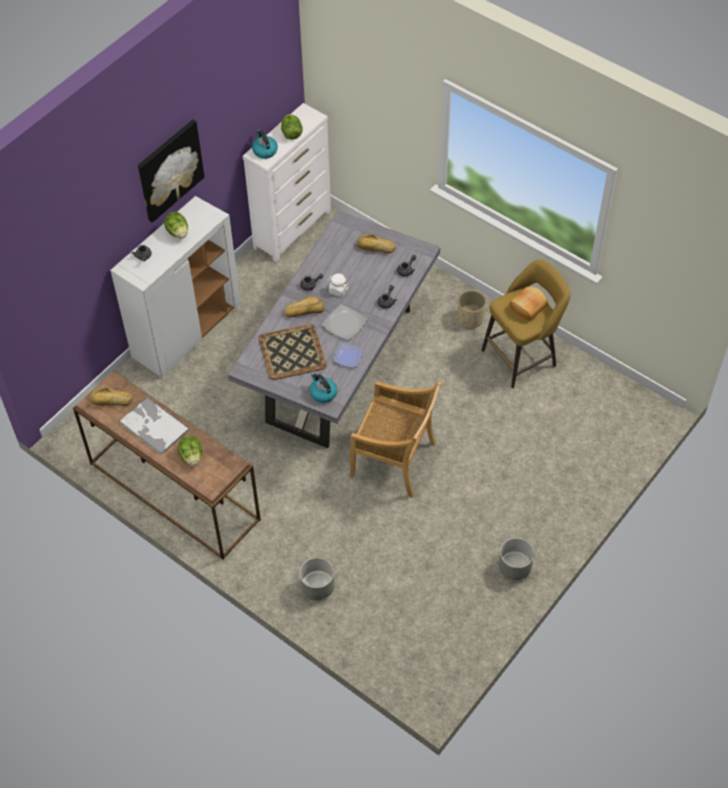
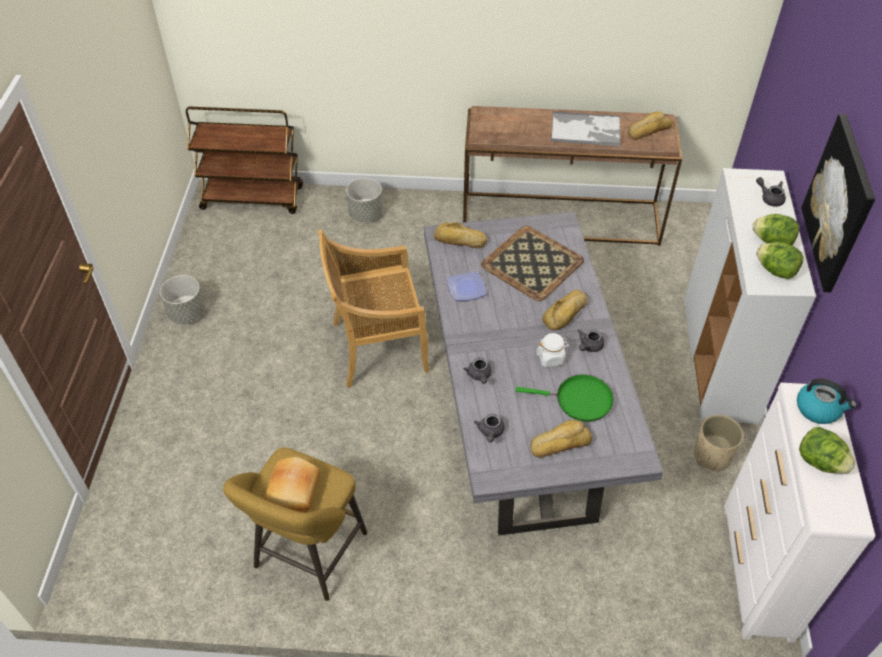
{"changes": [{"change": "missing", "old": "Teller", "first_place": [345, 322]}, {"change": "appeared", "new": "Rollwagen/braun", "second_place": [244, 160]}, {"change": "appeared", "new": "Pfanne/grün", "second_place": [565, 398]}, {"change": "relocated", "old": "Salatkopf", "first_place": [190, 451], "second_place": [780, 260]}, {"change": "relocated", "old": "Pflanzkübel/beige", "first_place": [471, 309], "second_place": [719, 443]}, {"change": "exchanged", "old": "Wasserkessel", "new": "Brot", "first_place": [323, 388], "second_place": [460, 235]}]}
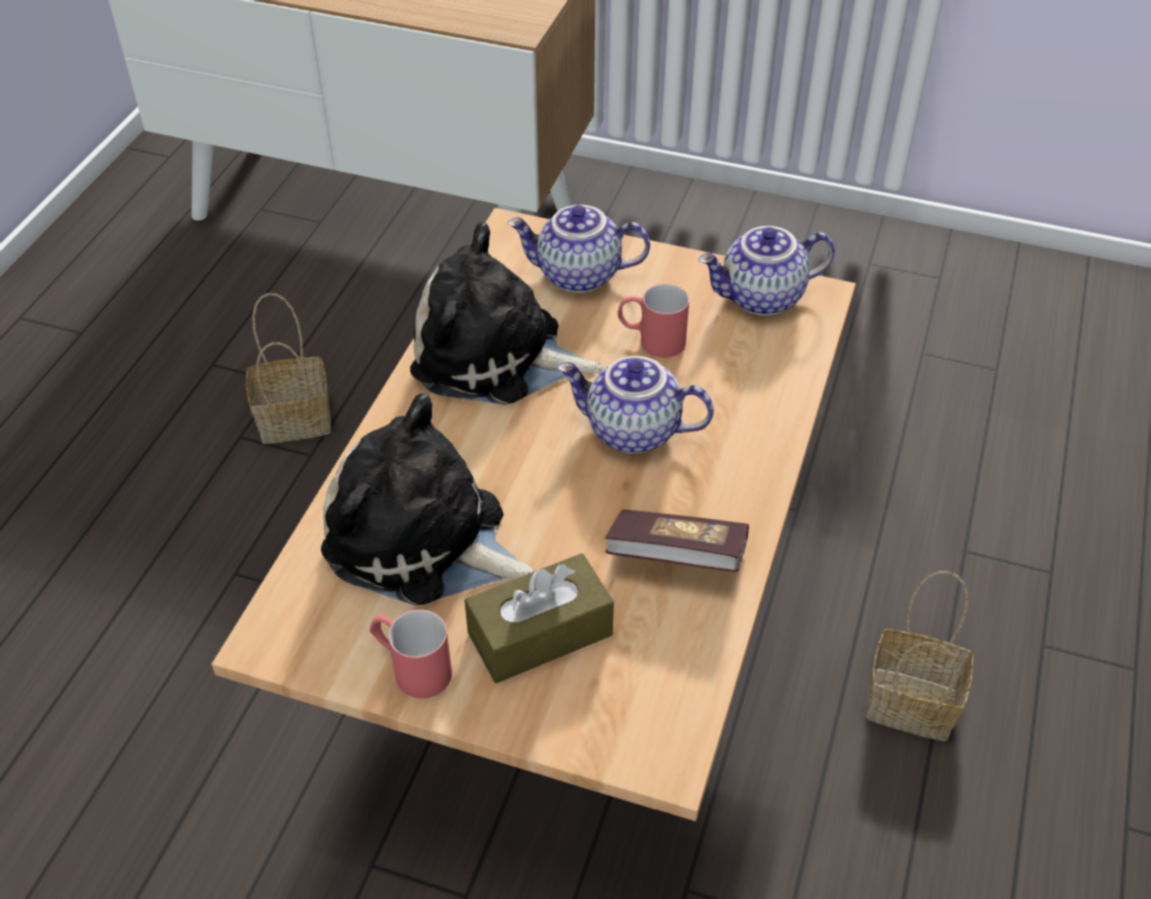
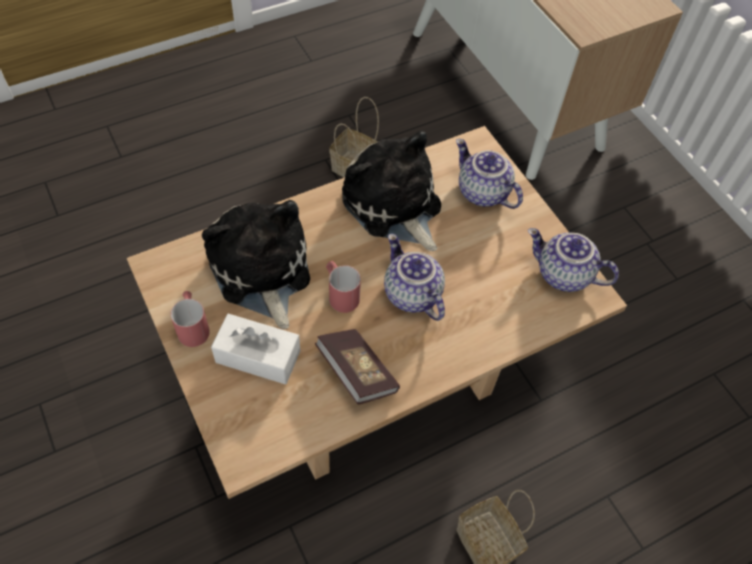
{"changes": [{"change": "relocated", "old": "Henkelbecher/rot", "first_place": [653, 321], "second_place": [343, 287]}, {"change": "colour", "old": "Taschentuchbox/braun", "new": "Taschentuchbox/weiß", "first_place": [539, 618], "second_place": [255, 349]}]}
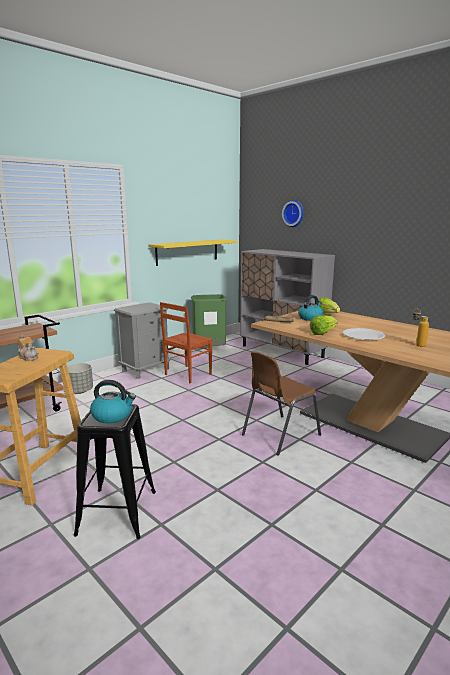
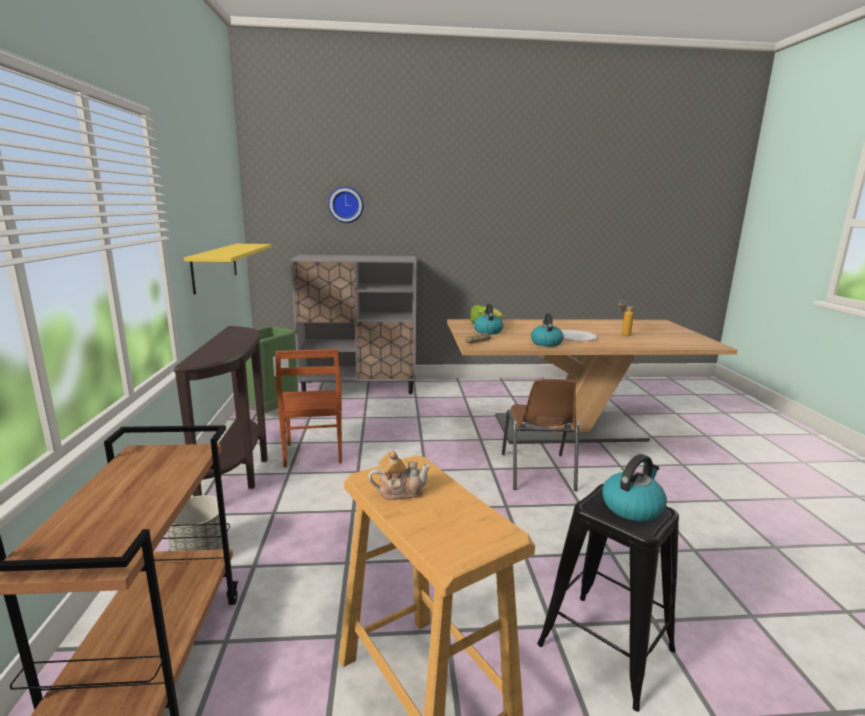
{"changes": [{"change": "exchanged", "old": "Nachttisch/grau", "new": "Konsolentisch/braun", "first_place": [142, 340], "second_place": [221, 411]}, {"change": "exchanged", "old": "Salatkopf", "new": "Wasserkessel", "first_place": [324, 325], "second_place": [547, 330]}]}
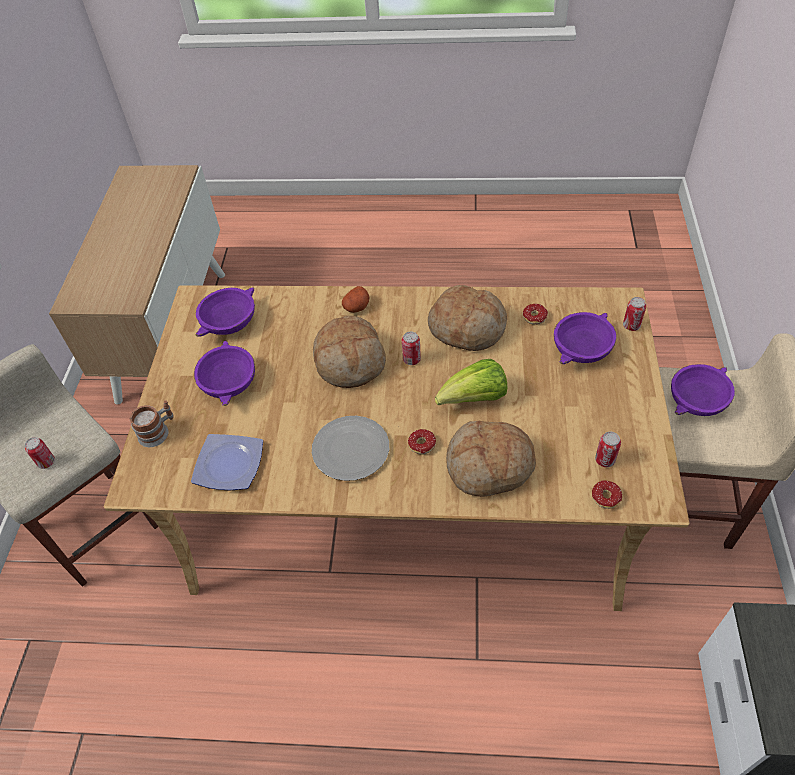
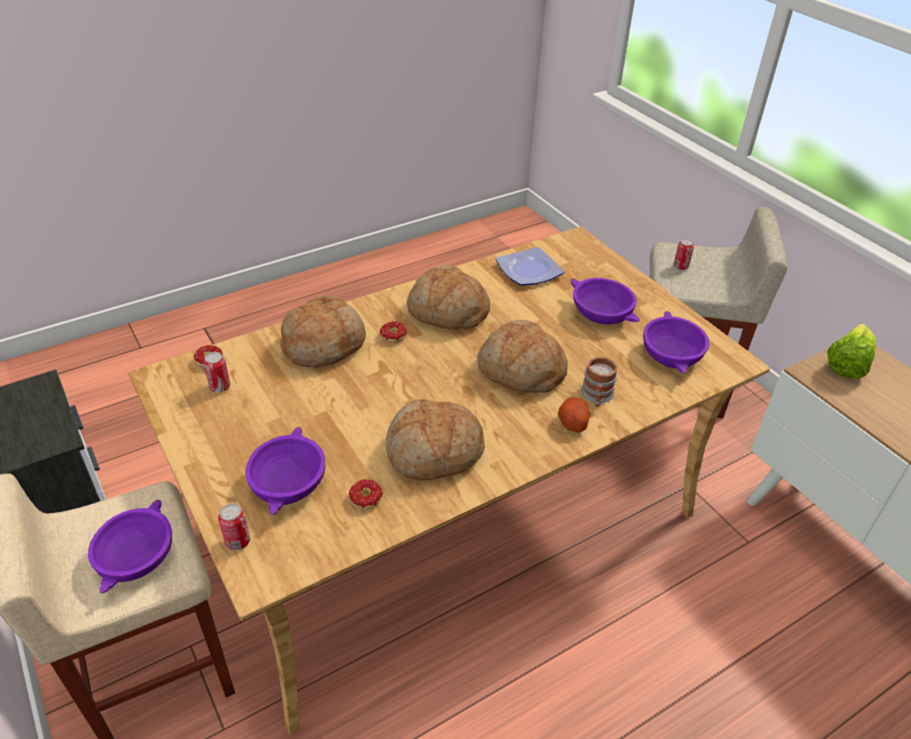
{"changes": [{"change": "missing", "old": "Dose", "first_place": [411, 348]}, {"change": "relocated", "old": "Henkelbecher", "first_place": [152, 423], "second_place": [599, 382]}, {"change": "relocated", "old": "Salatkopf", "first_place": [471, 382], "second_place": [852, 351]}, {"change": "exchanged", "old": "Teller", "new": "Brot", "first_place": [350, 448], "second_place": [448, 297]}]}
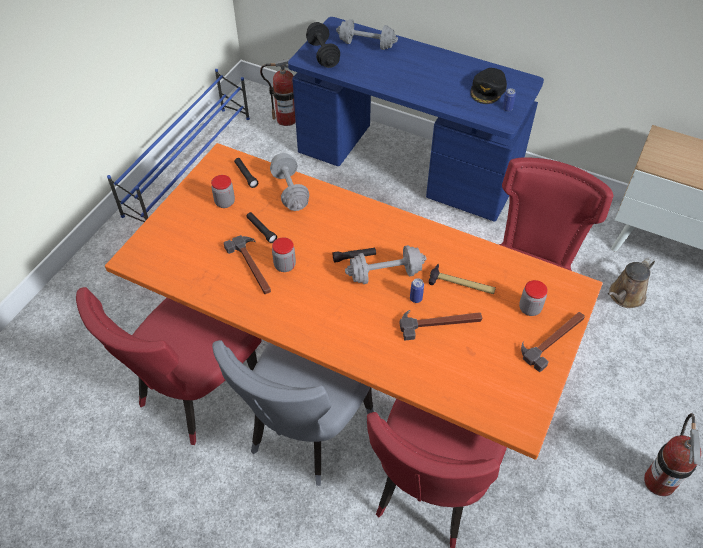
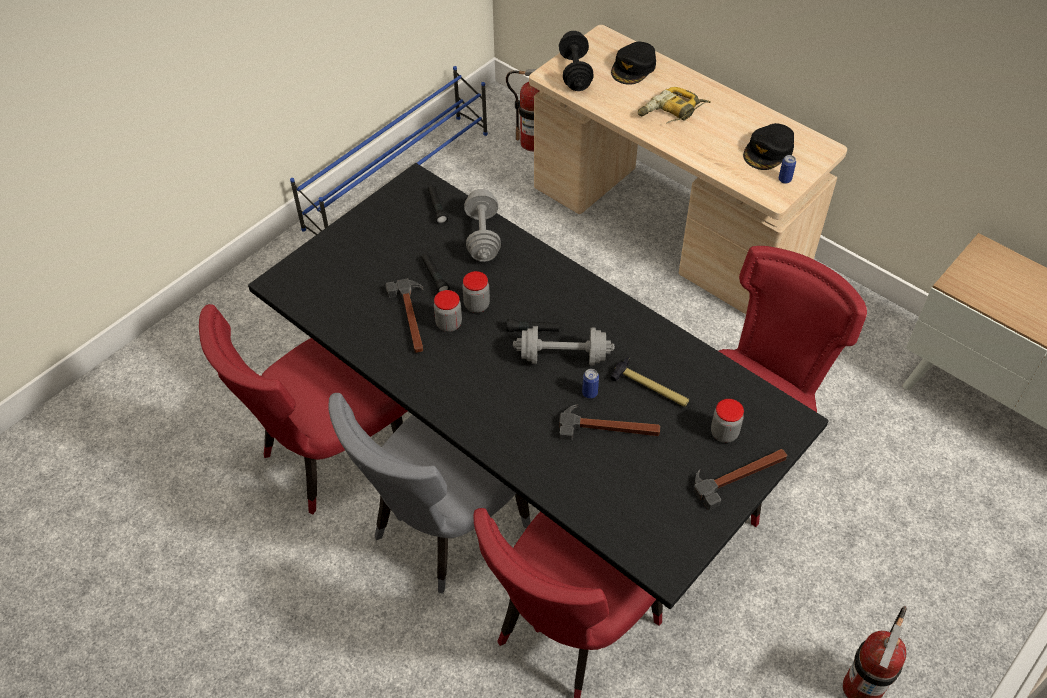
{"changes": [{"change": "missing", "old": "Gießkanne/braun", "first_place": [631, 282]}, {"change": "appeared", "new": "Bohrmaschine", "second_place": [674, 105]}, {"change": "relocated", "old": "Vorratsglas", "first_place": [223, 191], "second_place": [476, 292]}, {"change": "exchanged", "old": "Hantel/grau", "new": "Kappe/schwarz", "first_place": [367, 34], "second_place": [633, 63]}, {"change": "colour", "old": "Esstisch/orange", "new": "Esstisch/schwarz", "first_place": [354, 301], "second_place": [538, 386]}, {"change": "colour", "old": "Schreibtisch/blau", "new": "Schreibtisch/beige", "first_place": [416, 119], "second_place": [688, 169]}]}
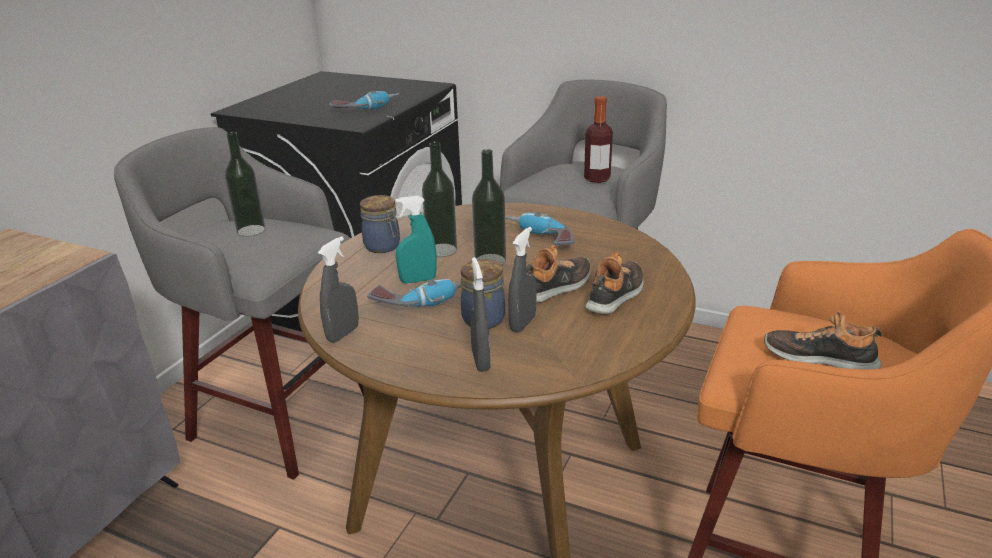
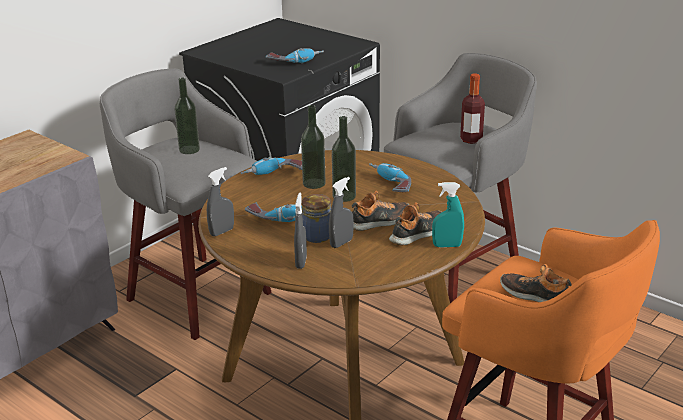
{"changes": [{"change": "relocated", "old": "Sprühflasche/türkis", "first_place": [416, 240], "second_place": [448, 214]}, {"change": "exchanged", "old": "Vorratsglas", "new": "Bohrmaschine", "first_place": [380, 224], "second_place": [271, 166]}]}
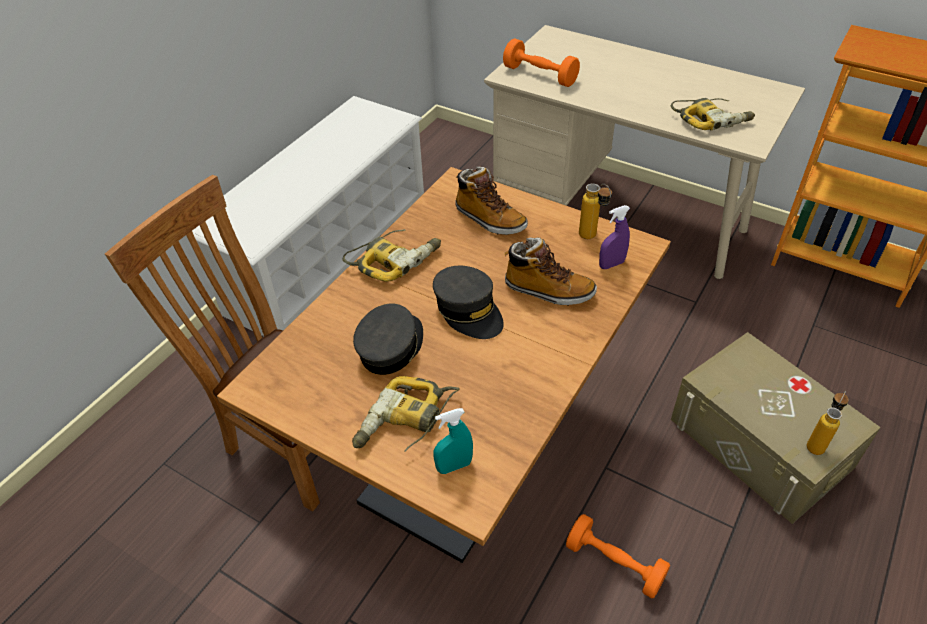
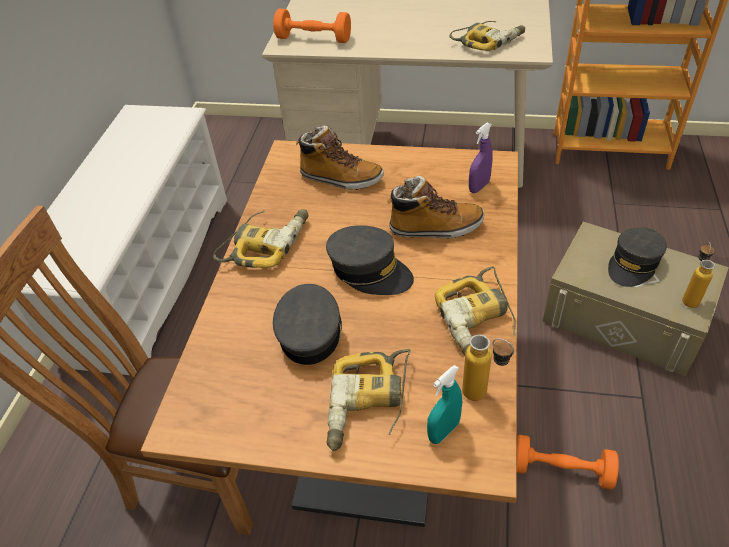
{"changes": [{"change": "appeared", "new": "Bohrmaschine", "second_place": [475, 311]}, {"change": "appeared", "new": "Kappe/grau", "second_place": [637, 257]}, {"change": "relocated", "old": "Flasche", "first_place": [595, 211], "second_place": [488, 367]}]}
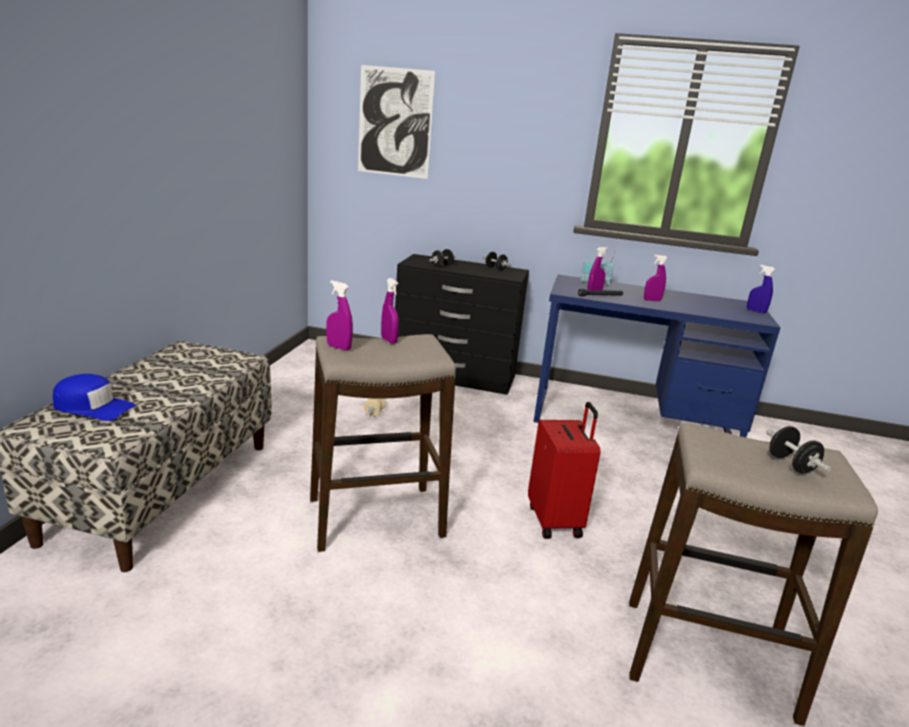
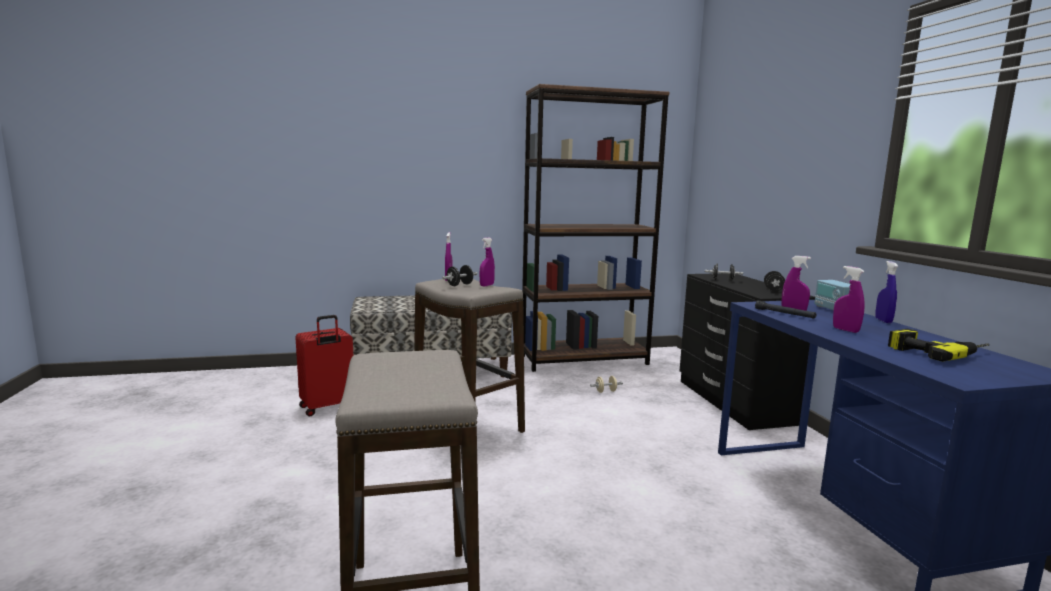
{"changes": [{"change": "missing", "old": "Kappe/blau", "first_place": [94, 397]}, {"change": "missing", "old": "Bild", "first_place": [396, 122]}, {"change": "appeared", "new": "Bücherregal/braun", "second_place": [595, 228]}, {"change": "appeared", "new": "Bohrmaschine", "second_place": [938, 345]}, {"change": "relocated", "old": "Koffer/rot", "first_place": [564, 470], "second_place": [324, 365]}, {"change": "relocated", "old": "Sprühflasche/blau", "first_place": [761, 289], "second_place": [886, 292]}, {"change": "relocated", "old": "Hantel/schwarz", "first_place": [798, 449], "second_place": [459, 275]}]}
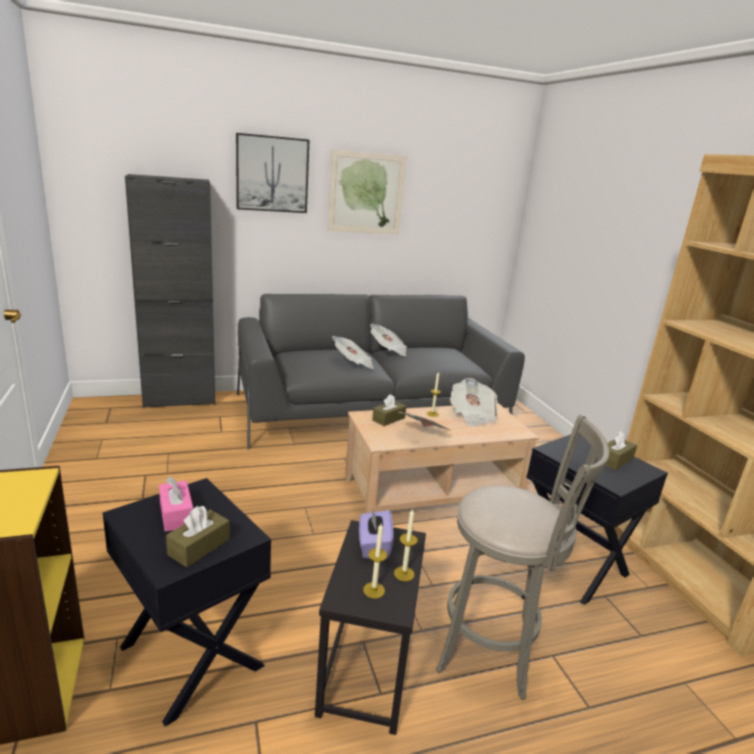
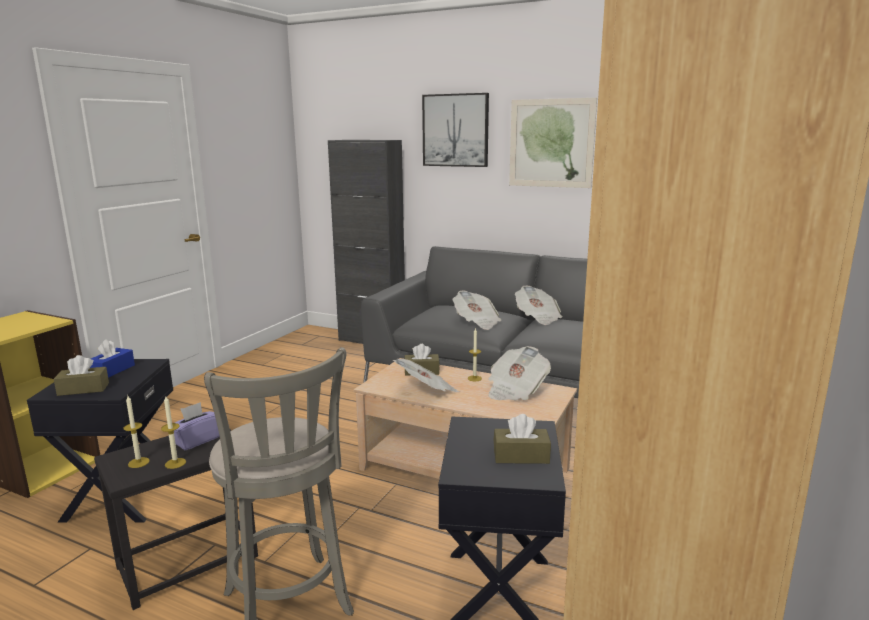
{"changes": [{"change": "colour", "old": "Taschentuchbox/rosa", "new": "Taschentuchbox/blau", "first_place": [176, 504], "second_place": [112, 358]}]}
